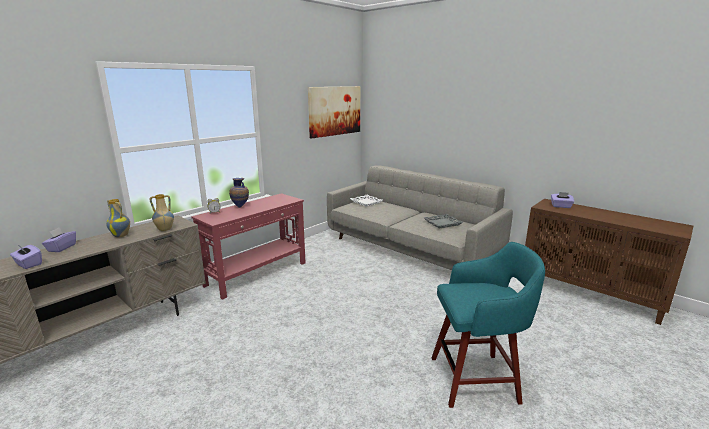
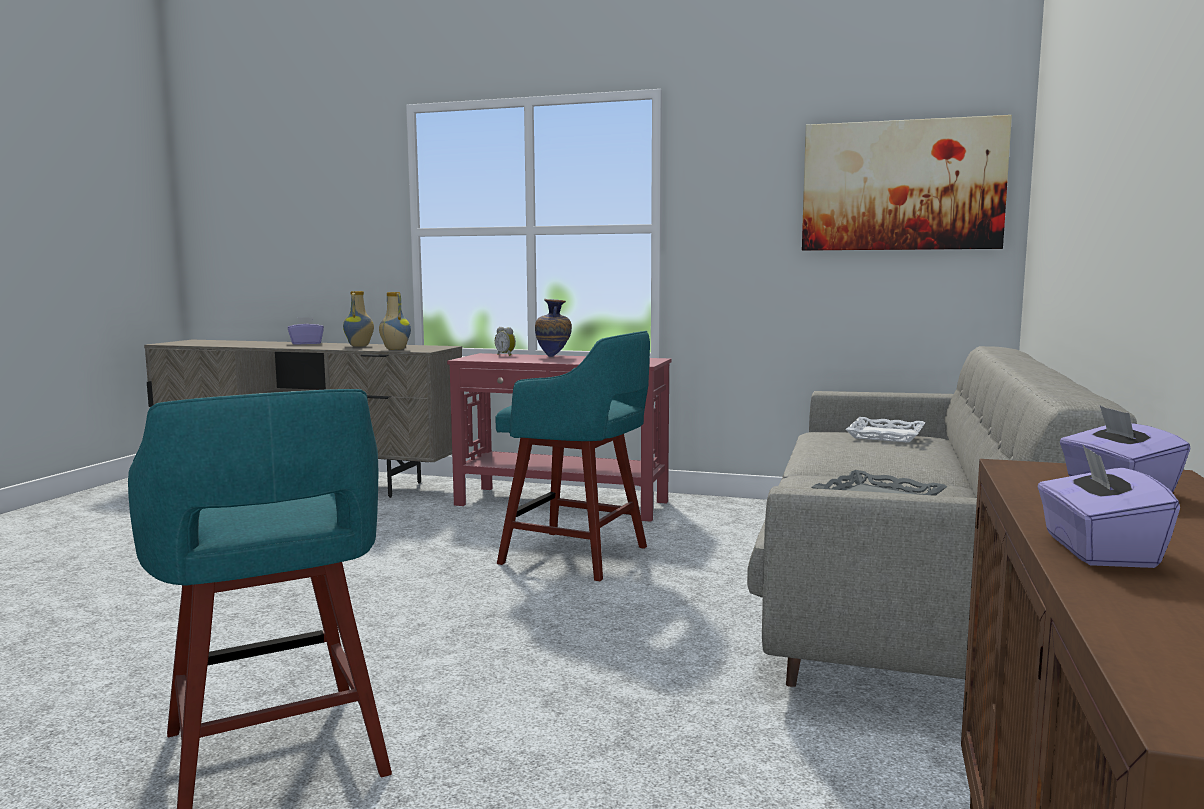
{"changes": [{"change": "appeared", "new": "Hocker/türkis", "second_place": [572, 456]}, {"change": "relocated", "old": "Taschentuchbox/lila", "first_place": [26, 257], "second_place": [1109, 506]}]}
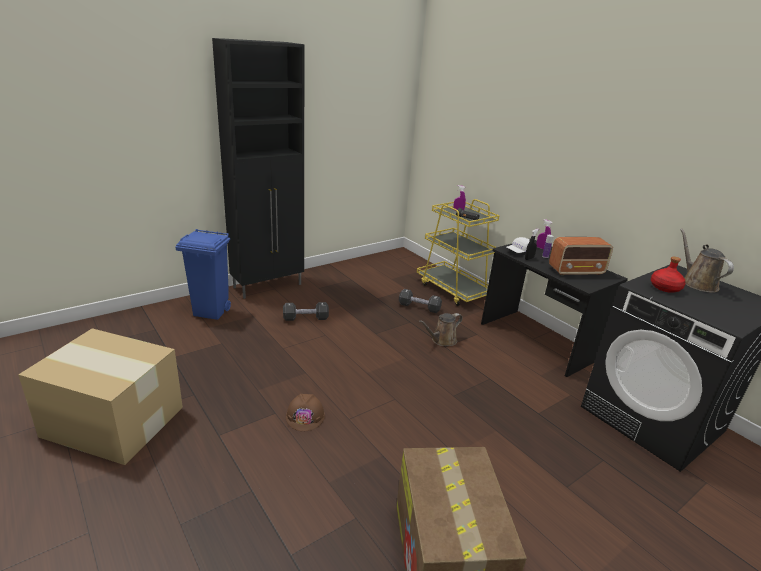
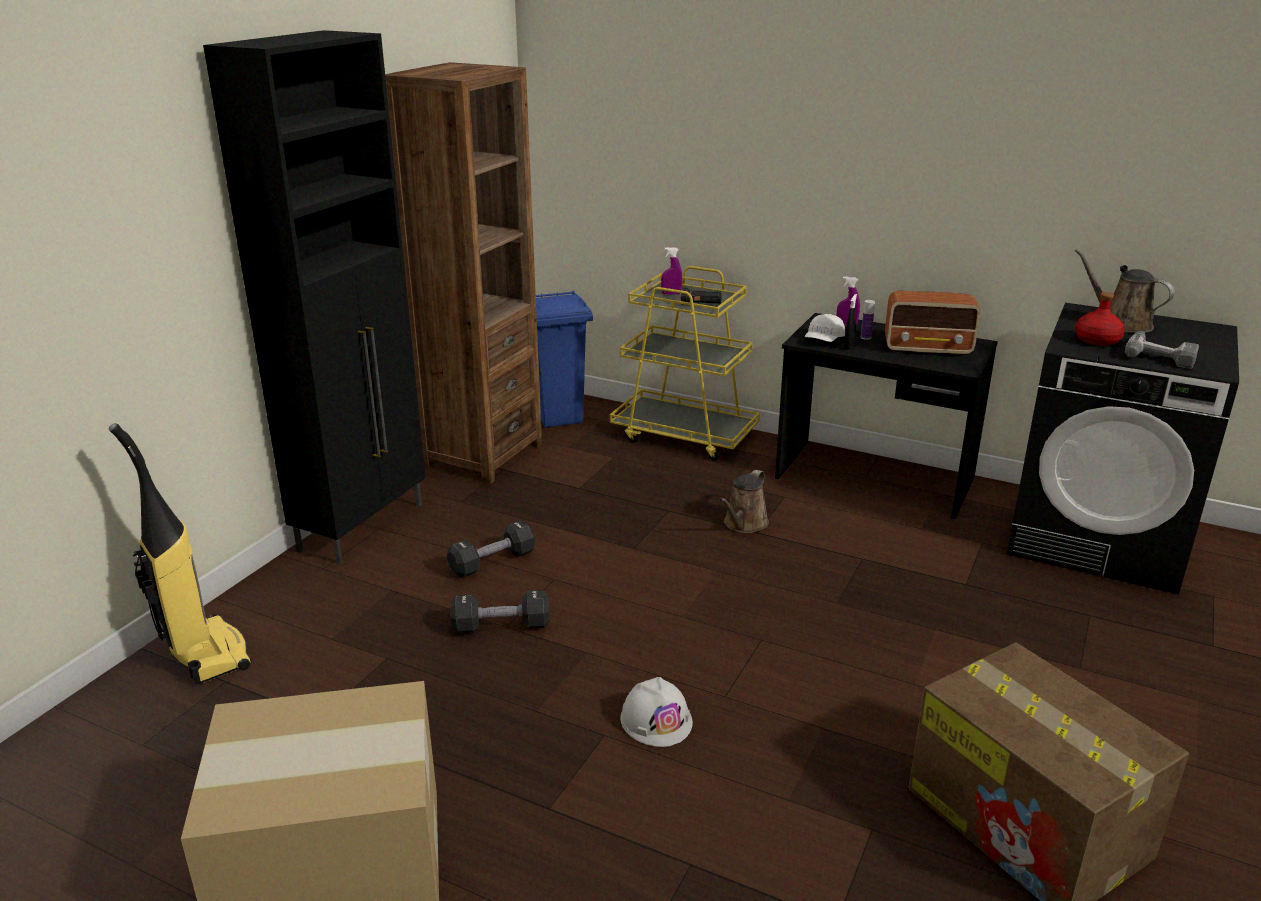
{"changes": [{"change": "appeared", "new": "Staubsauger", "second_place": [180, 554]}, {"change": "appeared", "new": "Bücherregal/braun", "second_place": [463, 273]}, {"change": "appeared", "new": "Bohrmaschine", "second_place": [1162, 350]}, {"change": "relocated", "old": "Mülleimer/blau", "first_place": [203, 274], "second_place": [564, 359]}, {"change": "relocated", "old": "Hantel/schwarz", "first_place": [420, 301], "second_place": [500, 612]}, {"change": "colour", "old": "Schutzhelm/braun", "new": "Schutzhelm/weiß", "first_place": [305, 412], "second_place": [656, 712]}, {"change": "spun", "old": "Radio", "first_place": [581, 256], "second_place": [932, 323], "degrees": 45}]}
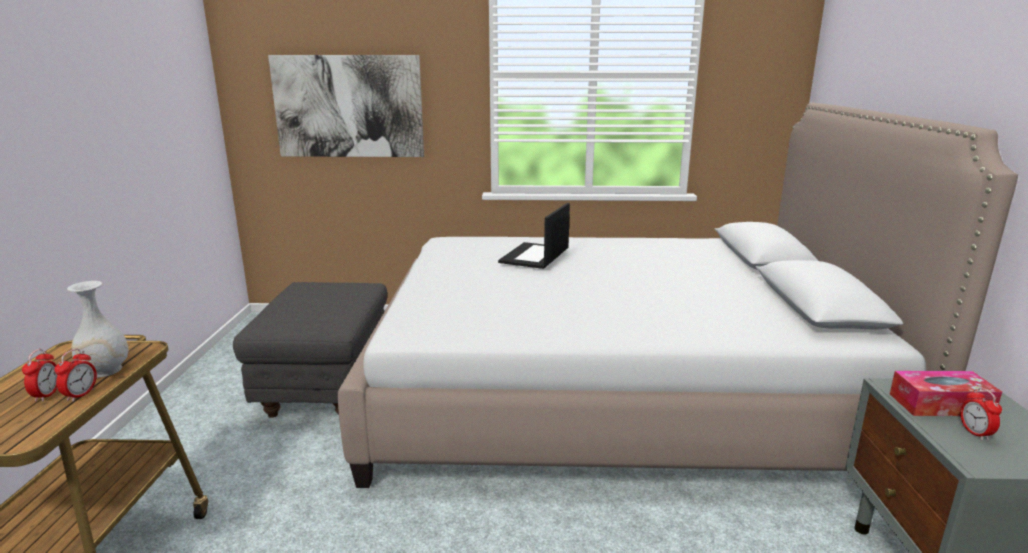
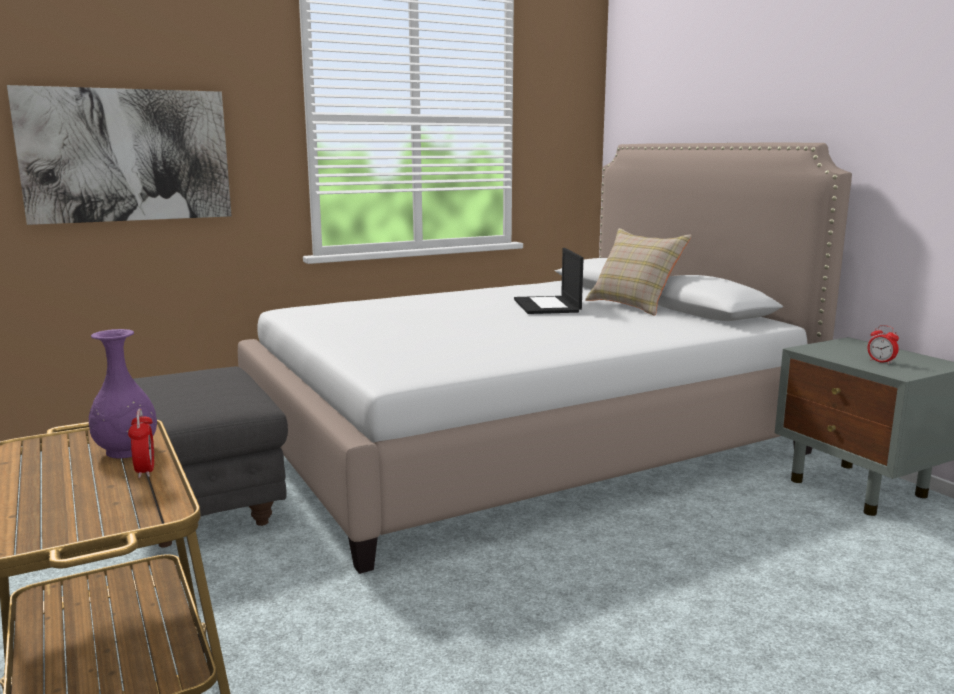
{"changes": [{"change": "missing", "old": "Wecker", "first_place": [40, 375]}, {"change": "missing", "old": "Taschentuchbox", "first_place": [946, 393]}, {"change": "appeared", "new": "Kissen/beige", "second_place": [638, 271]}, {"change": "relocated", "old": "Laptop", "first_place": [534, 236], "second_place": [548, 281]}, {"change": "colour", "old": "Vase/weiß", "new": "Vase/lila", "first_place": [97, 329], "second_place": [123, 393]}]}
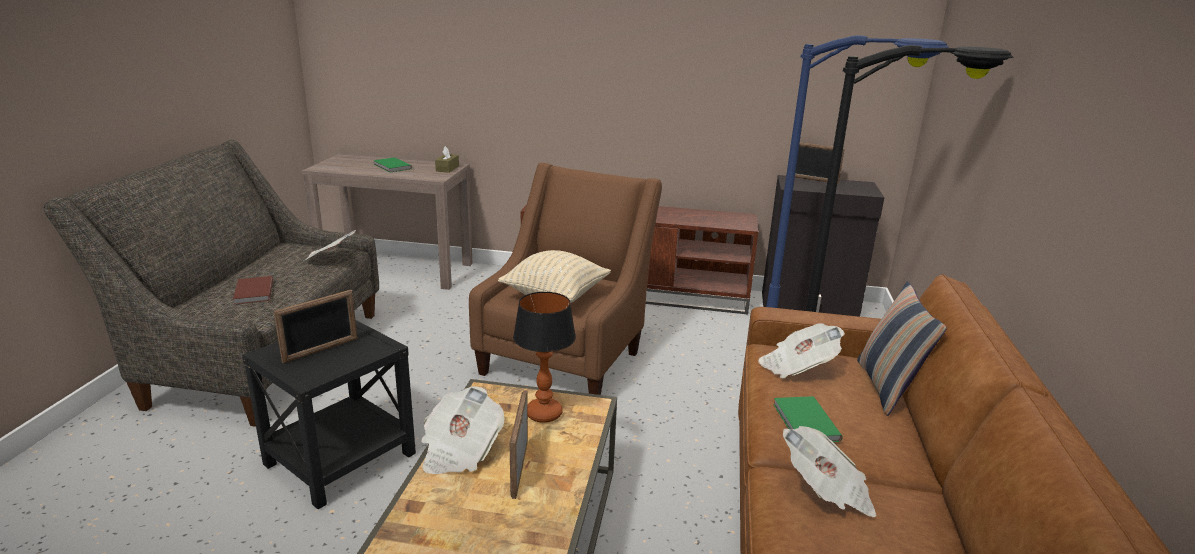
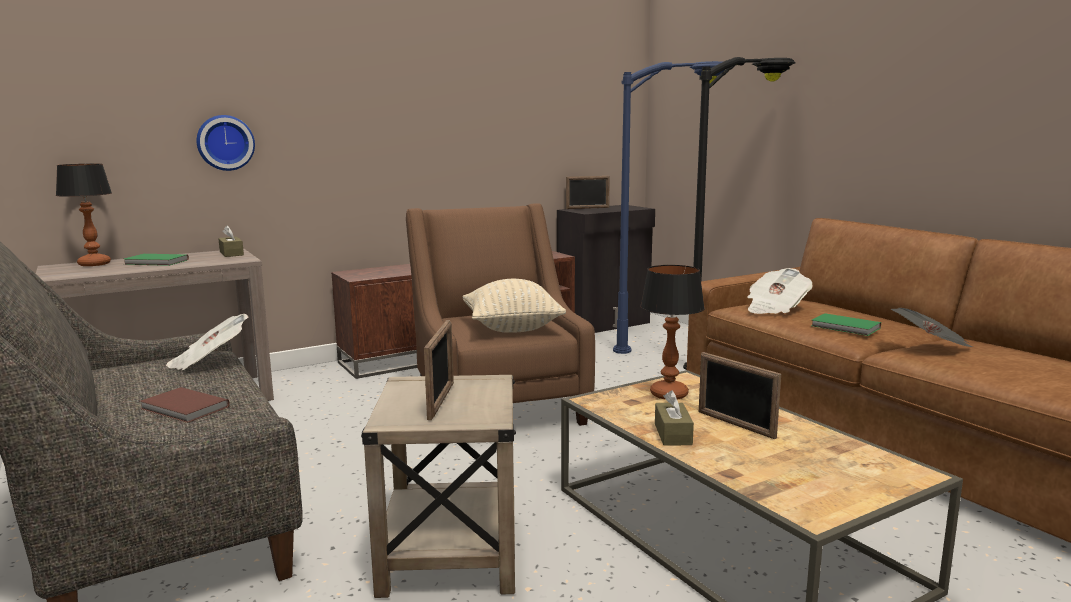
{"changes": [{"change": "missing", "old": "Kissen", "first_place": [902, 348]}, {"change": "appeared", "new": "Tischlampe", "second_place": [84, 215]}, {"change": "appeared", "new": "Wanduhr", "second_place": [226, 143]}, {"change": "exchanged", "old": "Zeitung", "new": "Taschentuchbox/braun", "first_place": [463, 430], "second_place": [674, 417]}, {"change": "colour", "old": "Beistelltisch/schwarz", "new": "Beistelltisch/beige", "first_place": [329, 414], "second_place": [438, 486]}]}
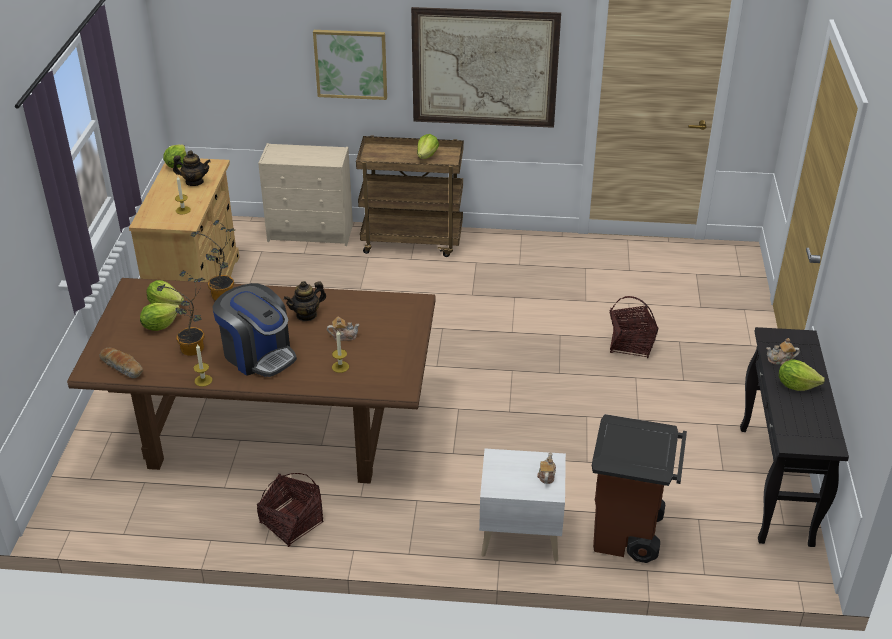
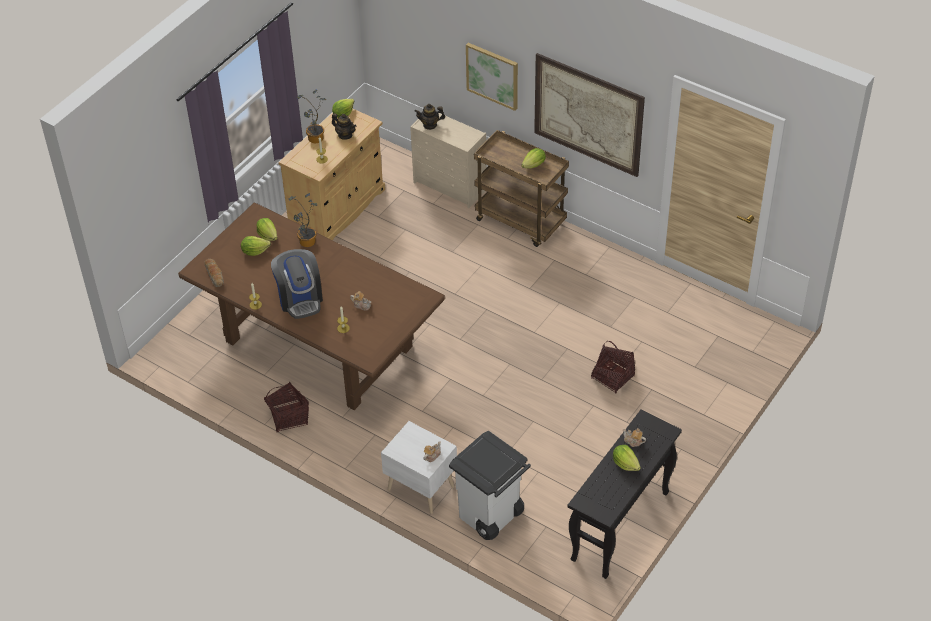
{"changes": [{"change": "relocated", "old": "Topfpflanze", "first_place": [181, 313], "second_place": [311, 116]}, {"change": "relocated", "old": "Teekanne", "first_place": [305, 301], "second_place": [429, 117]}, {"change": "colour", "old": "Mülleimer/braun", "new": "Mülleimer/weiß", "first_place": [639, 488], "second_place": [490, 485]}]}
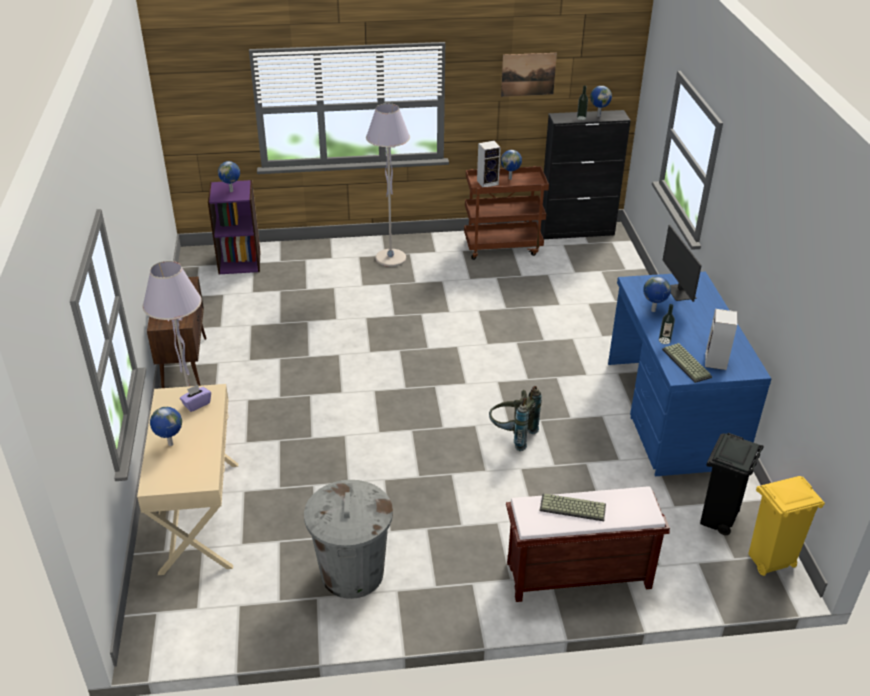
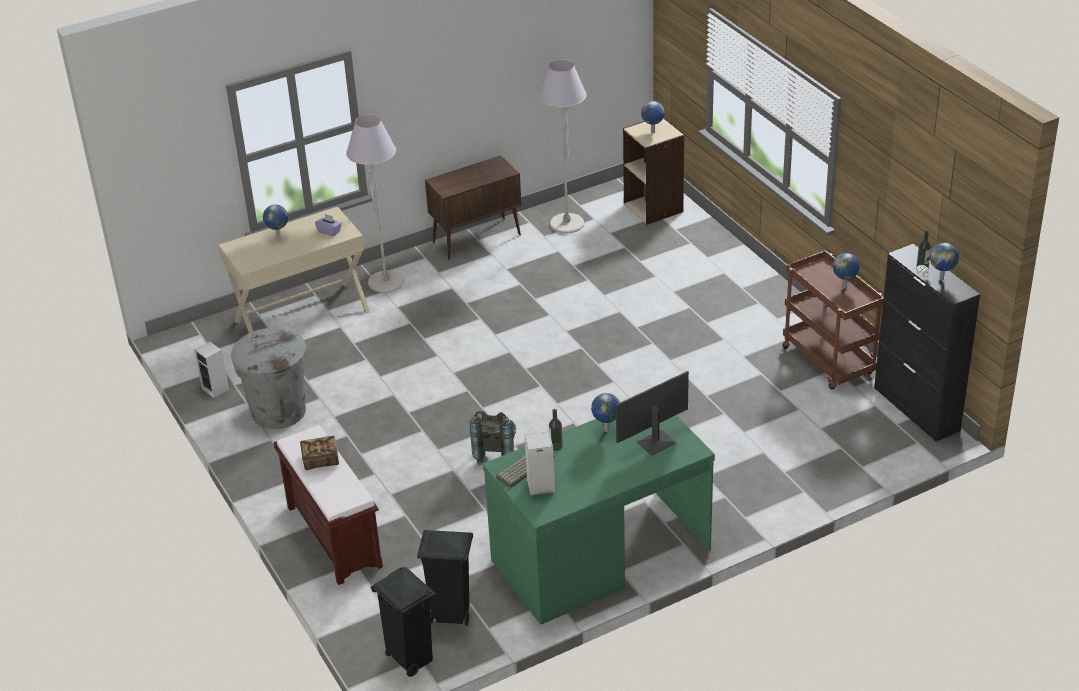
{"changes": [{"change": "missing", "old": "Bild", "first_place": [529, 75]}, {"change": "relocated", "old": "Stehlampe/grau", "first_place": [388, 185], "second_place": [563, 146]}, {"change": "relocated", "old": "Lautsprecher", "first_place": [489, 164], "second_place": [211, 369]}, {"change": "exchanged", "old": "Tastatur", "new": "Buch", "first_place": [573, 507], "second_place": [319, 453]}, {"change": "colour", "old": "Bücherregal/lila", "new": "Bücherregal/beige", "first_place": [234, 227], "second_place": [654, 172]}, {"change": "colour", "old": "Schreibtisch/blau", "new": "Schreibtisch/grün", "first_place": [689, 374], "second_place": [598, 519]}, {"change": "colour", "old": "Mülleimer/gelb", "new": "Mülleimer/schwarz", "first_place": [786, 526], "second_place": [404, 622]}]}
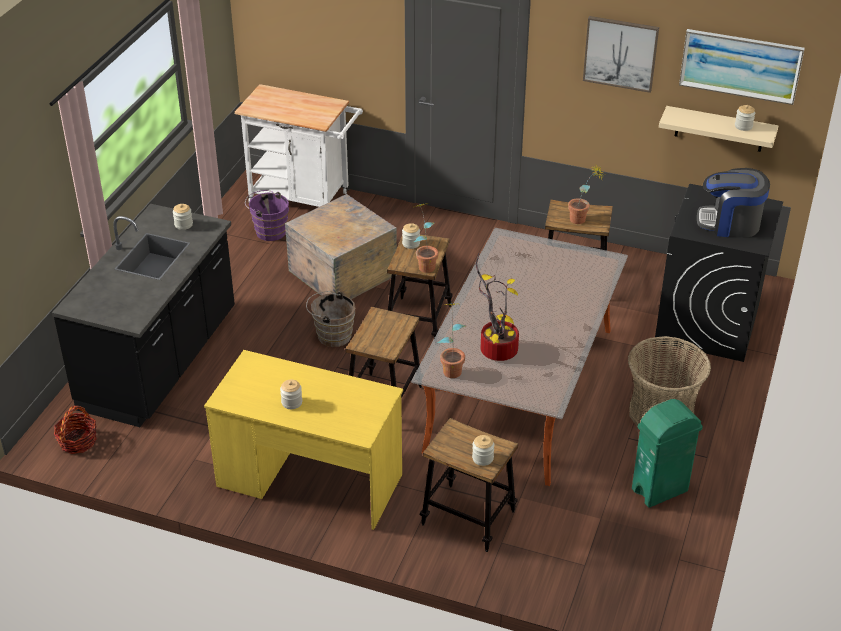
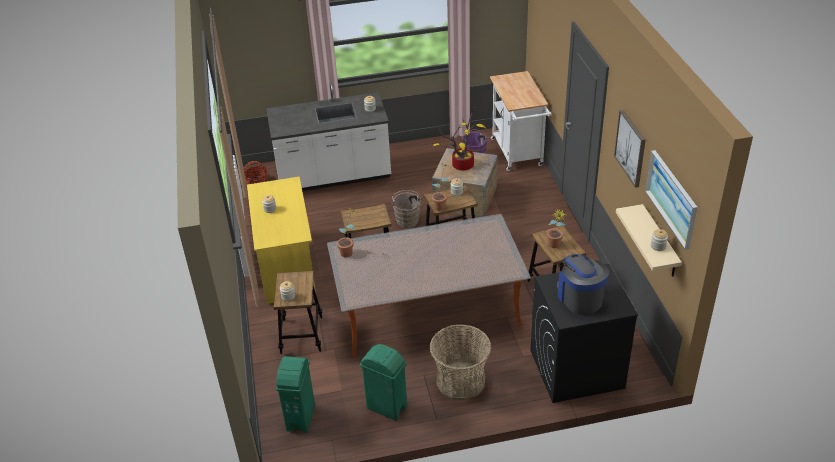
{"changes": [{"change": "appeared", "new": "Mülleimer/grün", "second_place": [295, 394]}, {"change": "relocated", "old": "Topfpflanze", "first_place": [497, 307], "second_place": [459, 139]}, {"change": "colour", "old": "Küchenzeile/schwarz", "new": "Küchenzeile/weiß", "first_place": [143, 315], "second_place": [328, 136]}]}
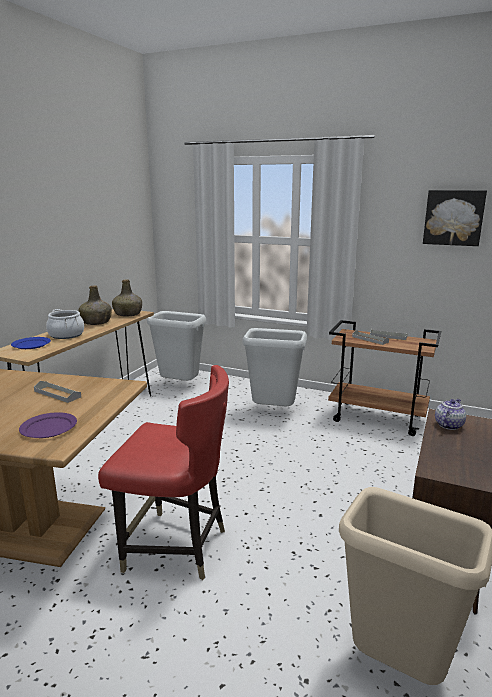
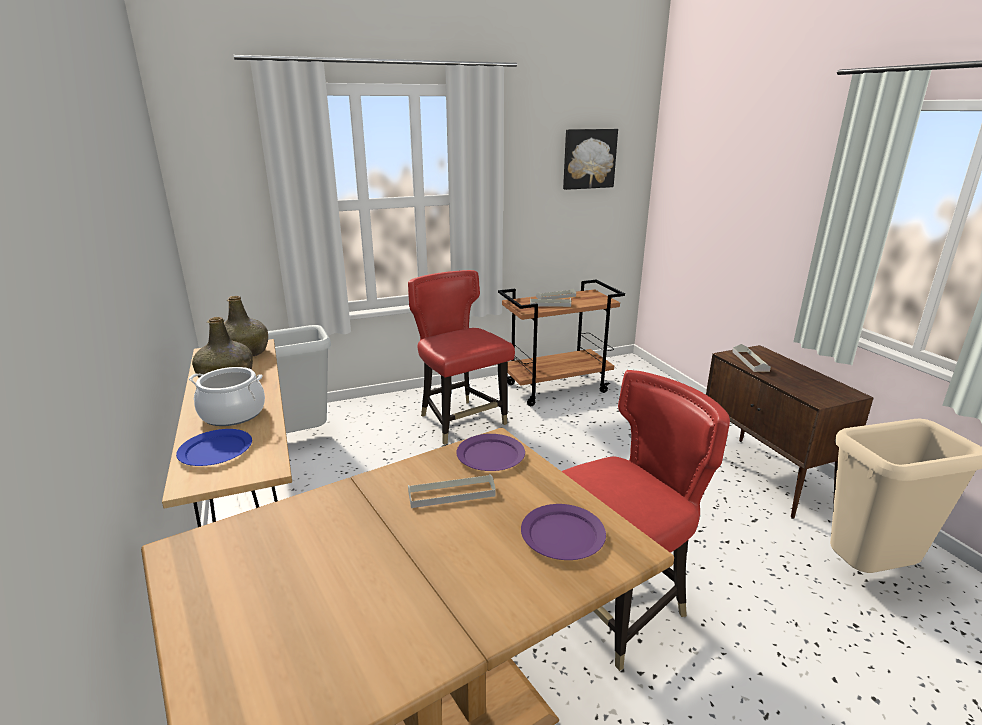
{"changes": [{"change": "appeared", "new": "Teller/lila", "second_place": [490, 452]}, {"change": "exchanged", "old": "Mülleimer/grau", "new": "Stuhl/rot", "first_place": [274, 367], "second_place": [461, 357]}, {"change": "exchanged", "old": "Teekanne", "new": "Tablett/grau", "first_place": [450, 414], "second_place": [751, 358]}]}
